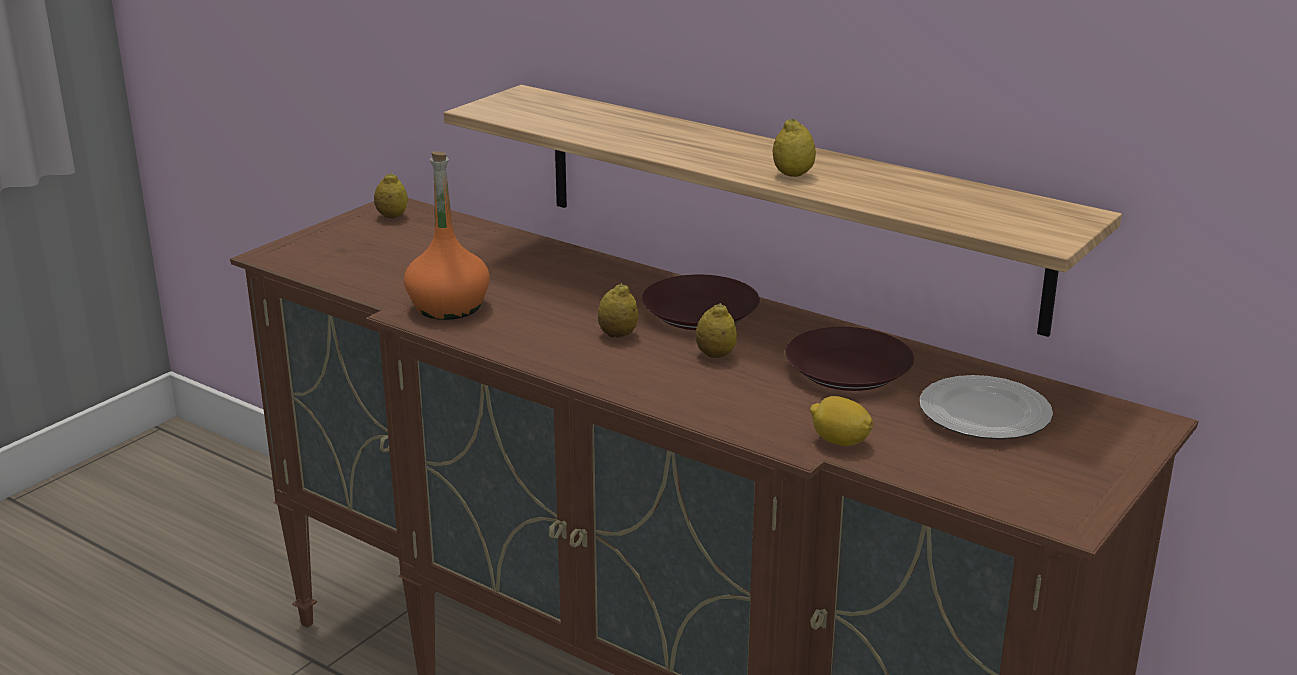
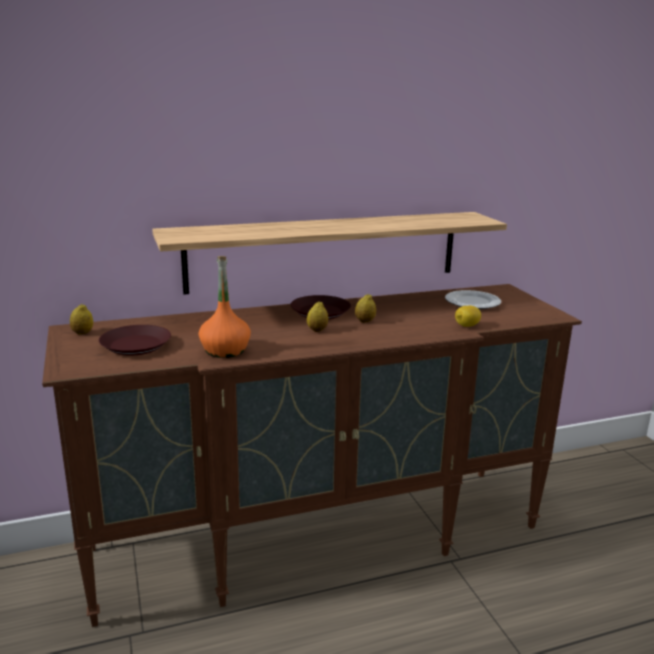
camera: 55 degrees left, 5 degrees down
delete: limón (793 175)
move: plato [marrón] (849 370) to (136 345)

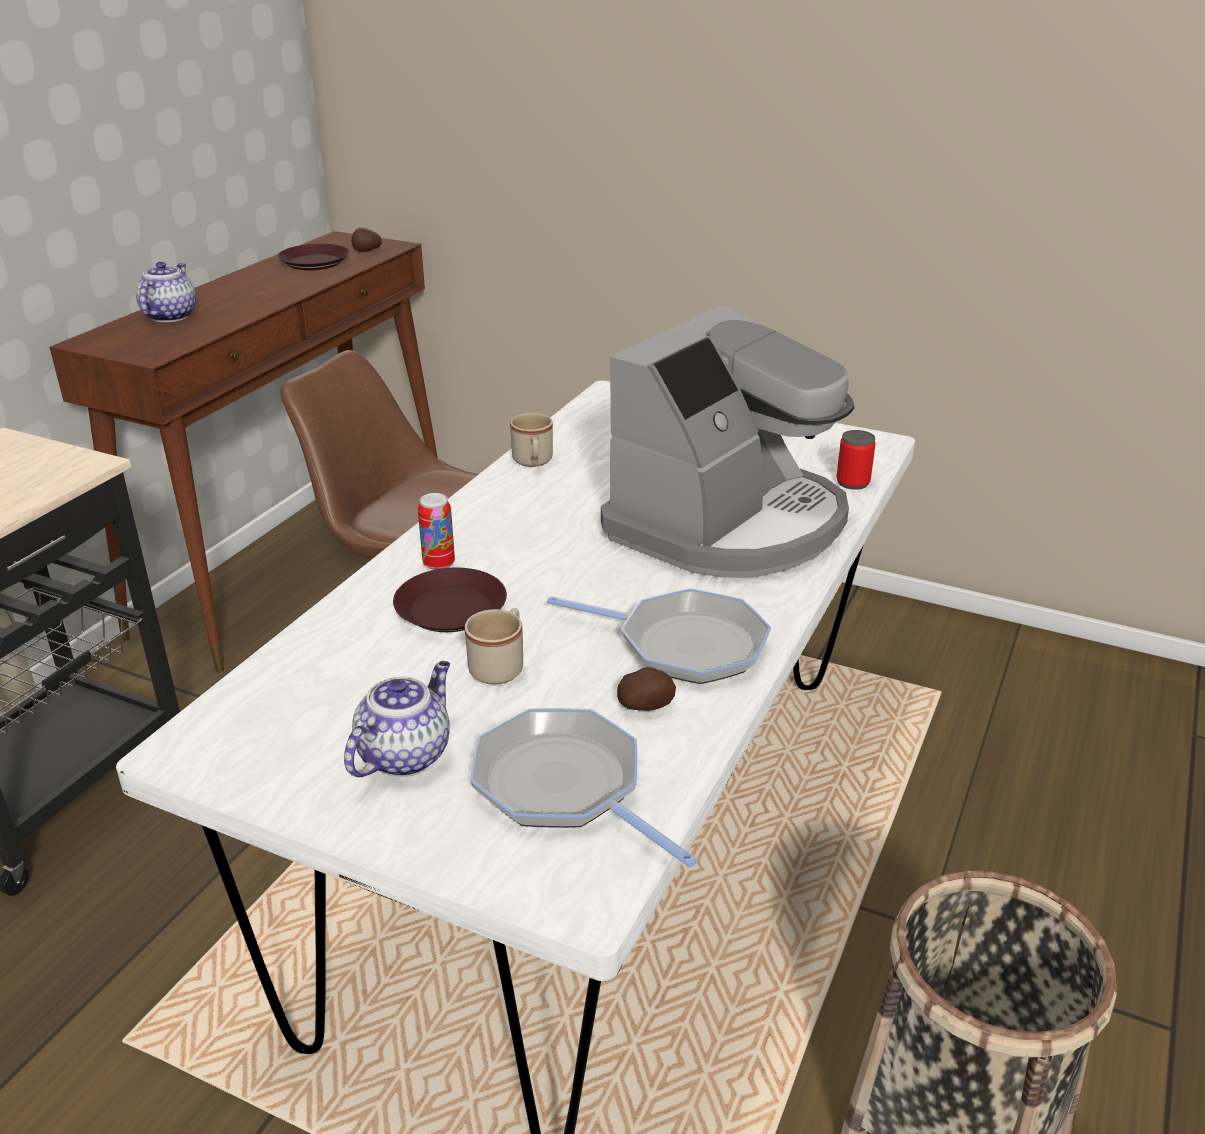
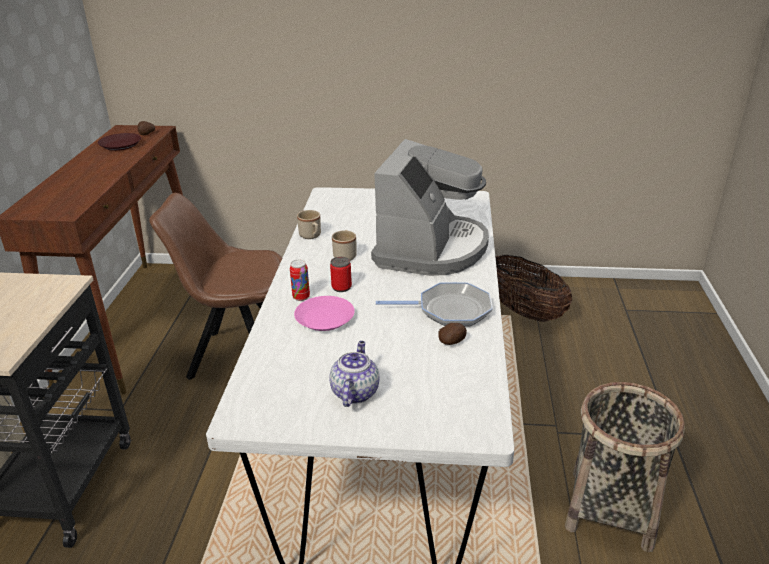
camera: 20 degrees left, 0 degrees up
delete: tetera (170 316); sartén (564 786)
insert: cesta (524 311)
move: taza grande [beis] (500 666) to (345 255); lata (852 482) to (341 287)
recolor: plato [marrón] (450 609) to plato [rosa] (324 318)

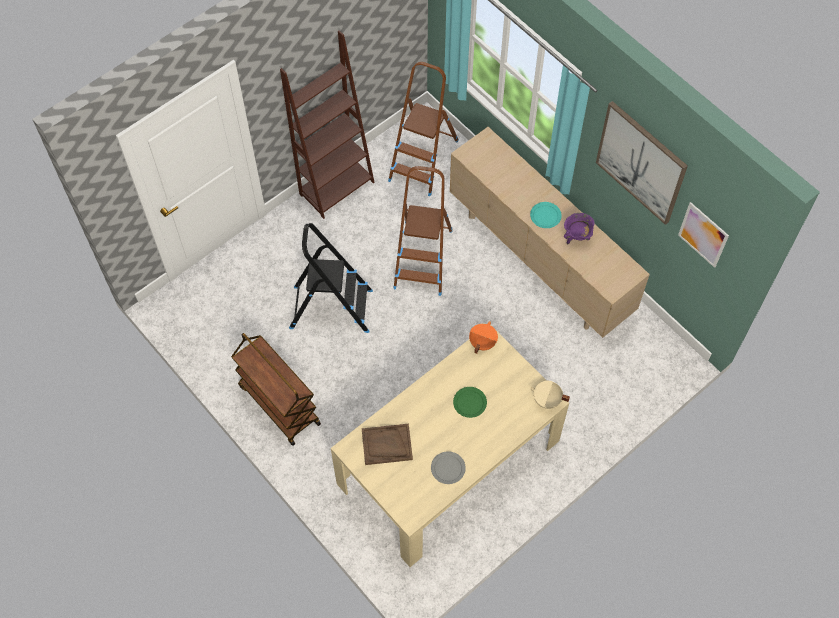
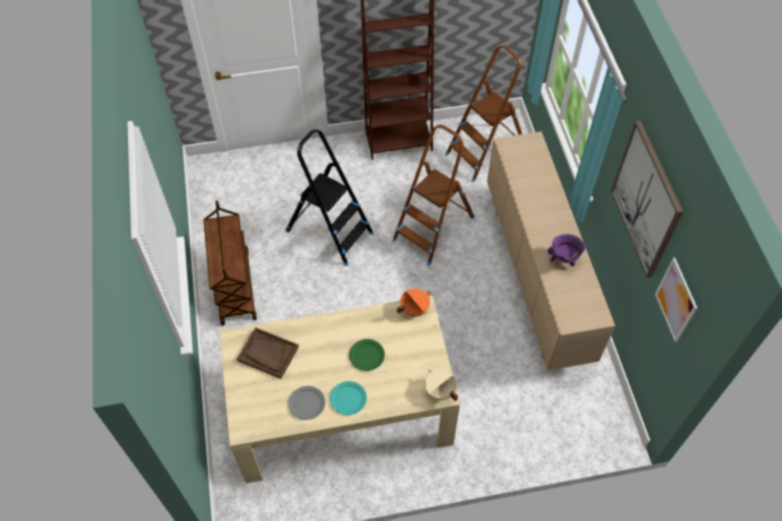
camera: 30 degrees right, 5 degrees down
move: plato [turquesa] (545 216) to (348 398)

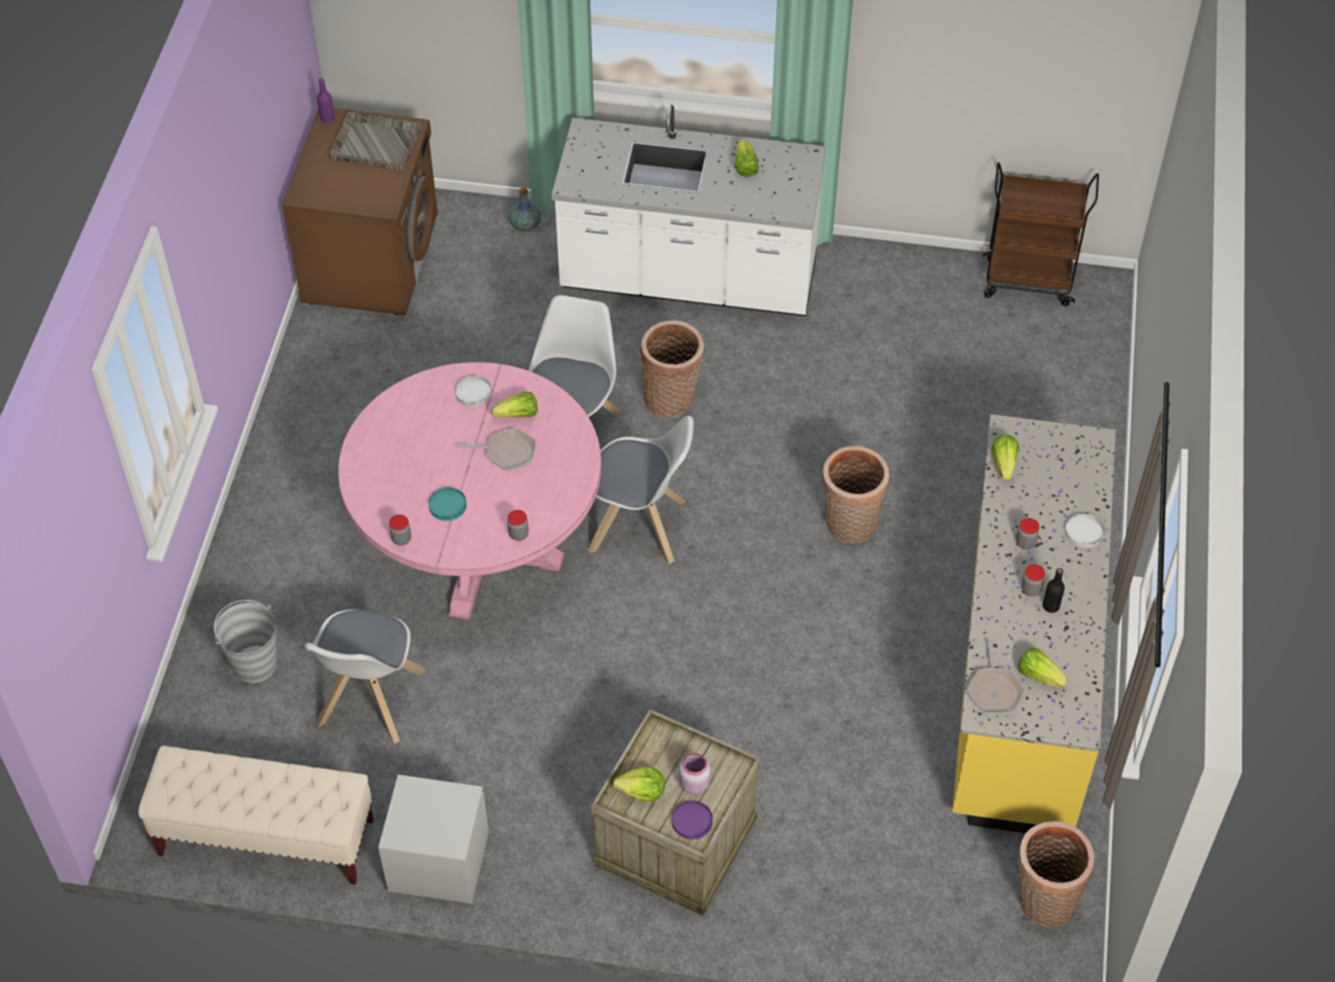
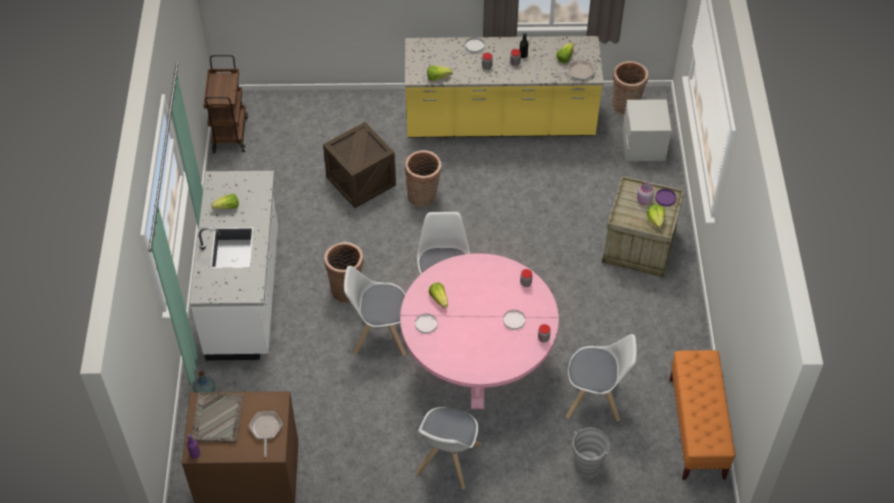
camera: 100 degrees left, 0 degrees up
insert: caja de embalaje (361 181); silla (447 461)
move: mesita de noche [blanco] (438 864) to (644 146); sartén (506 453) to (266 430)
recolor: banco [beis] (266 837) to banco [naranja] (696 428); plato [turquesa] (447 506) to plato [blanco] (514 320)

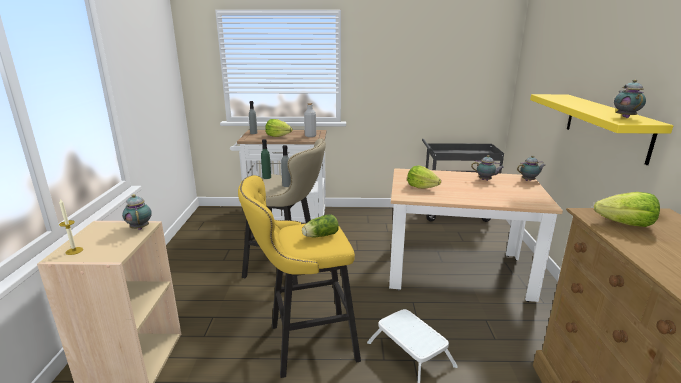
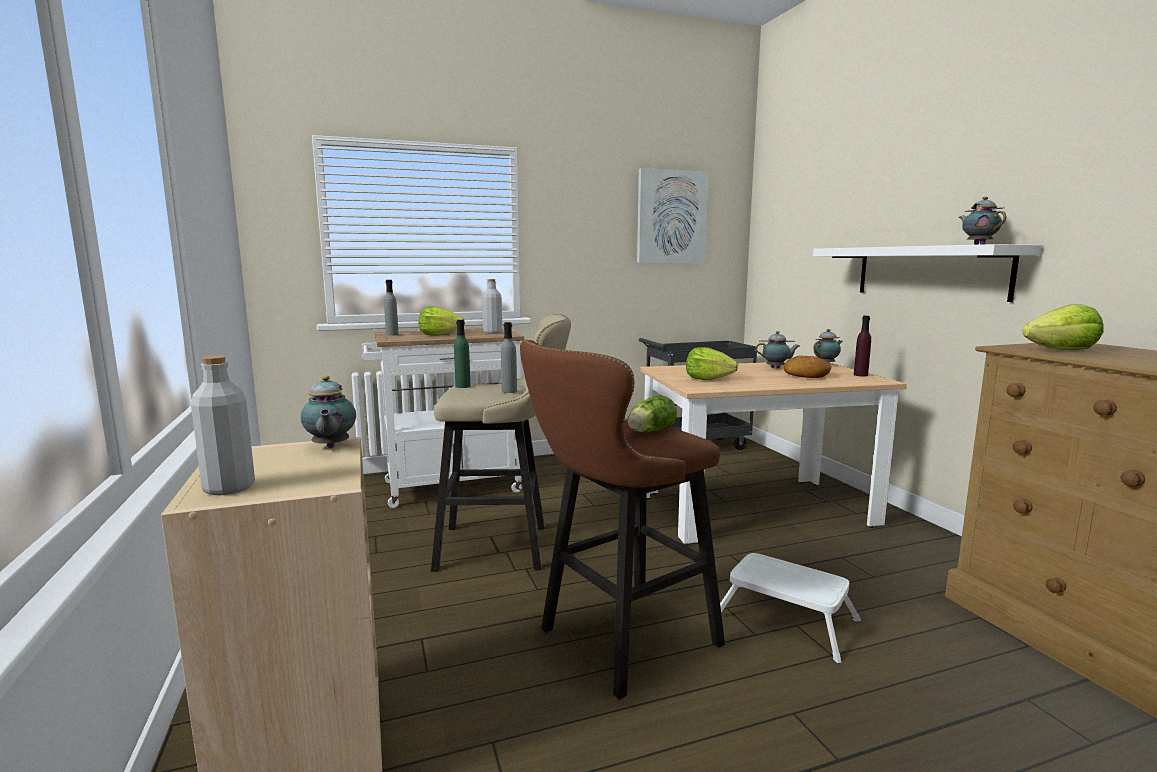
camera: 20 degrees left, 10 degrees down
insert: cuadro (671 217); pan (806 375); botella [morado] (860 375)
replace: vela (74 251) to botella [gris] (229 488)
recolor: taburete [amarillo] (301 345) to taburete [marrón] (614 644); estante [amarillo] (606 125) to estante [blanco] (929 272)
rotate: tetera (140 227) = (330 447) 150 degrees counterclockwise

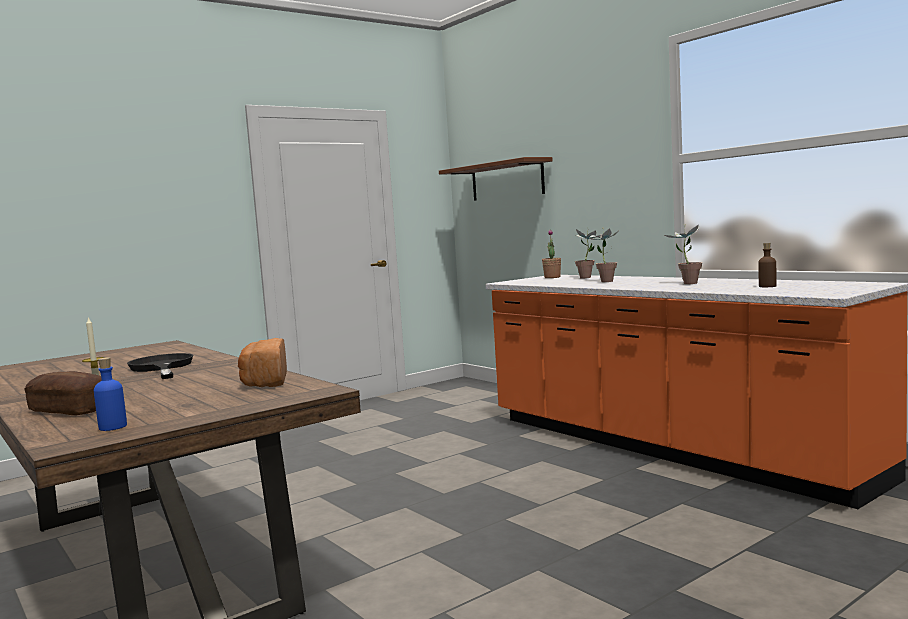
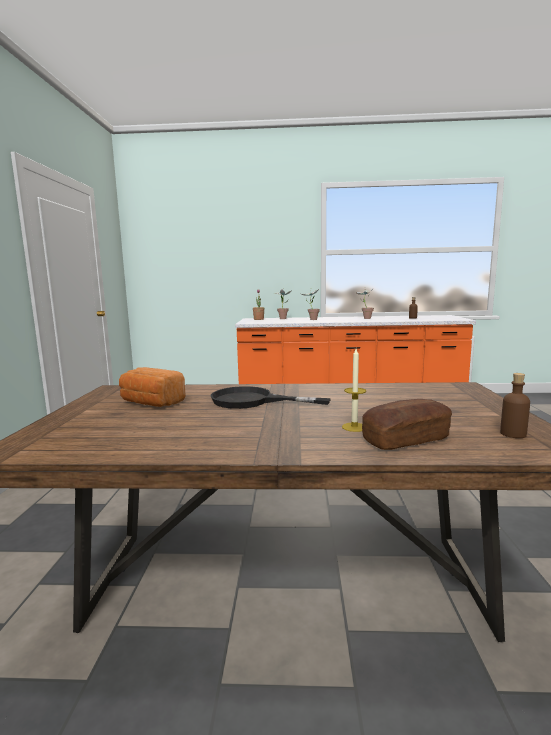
camera: 50 degrees left, 5 degrees up
delete: estante [marrón] (507 180)
move: pan (264 381) to (151 403)
recolor: botella [azul] (112 427) to botella [marrón] (513 434)

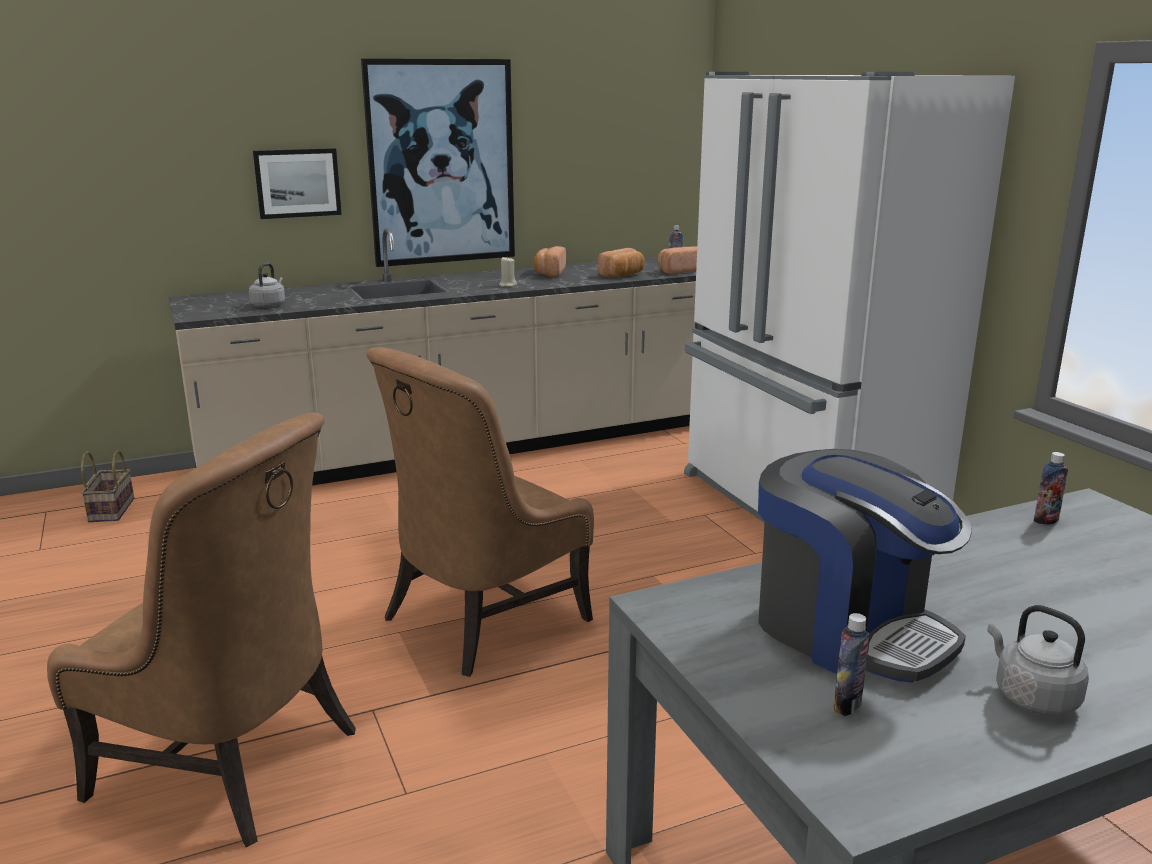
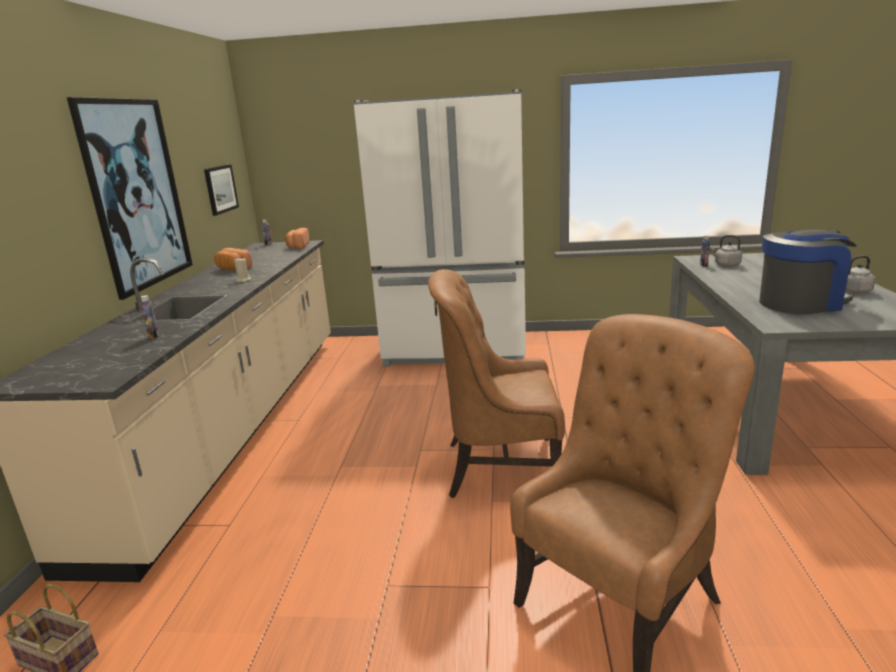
camera: 60 degrees left, 0 degrees up
delete: pan (623 275)
move: hervidor [gris] (269 305) to (725 265); cuadro (297 183) to (220 189); botella (847 705) to (154 336)
rotate: silla [marrón] (483 619) = (500 466) 105 degrees clockwise

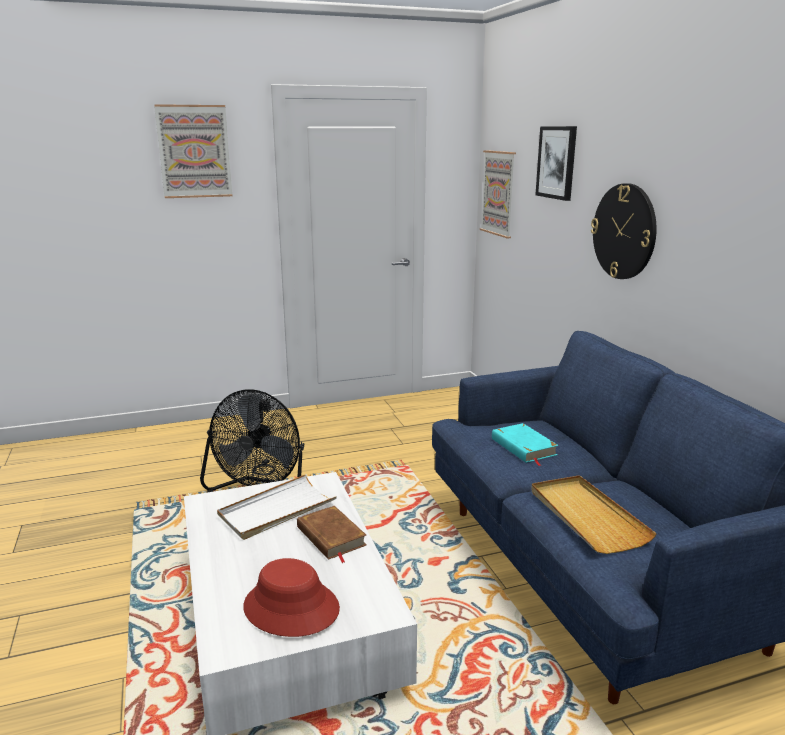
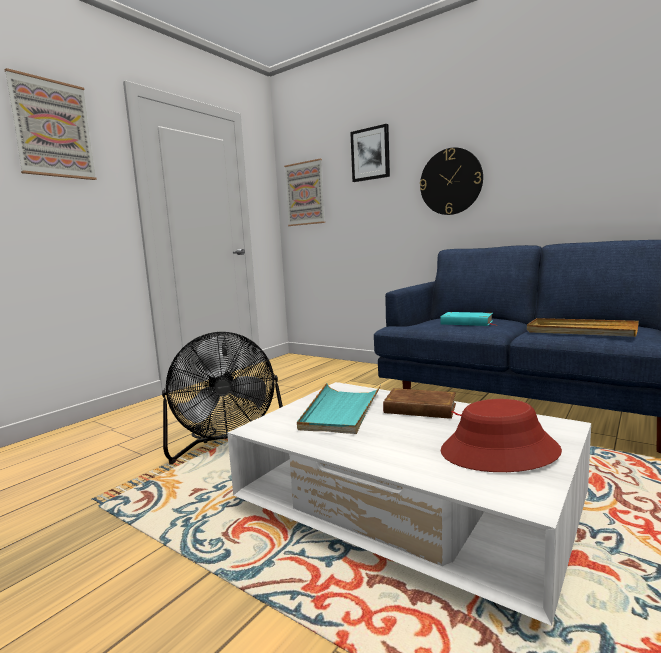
camera: 35 degrees left, 10 degrees down
recolor: bandeja [blanco] (277 510) to bandeja [turquesa] (341 411)

